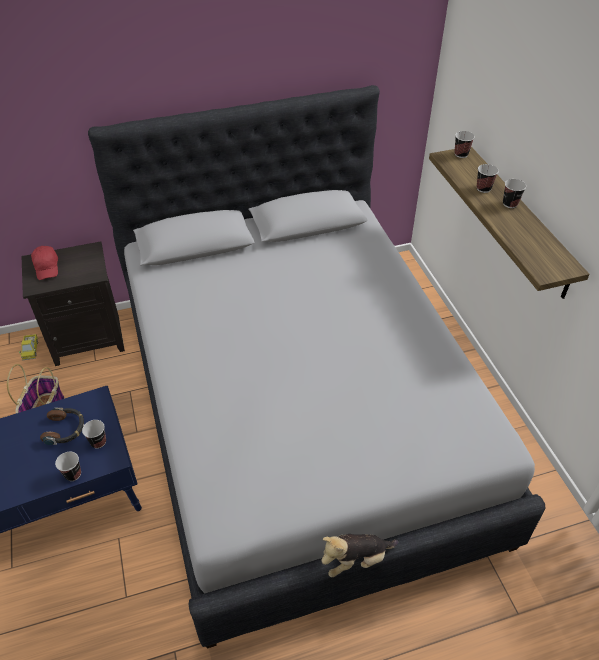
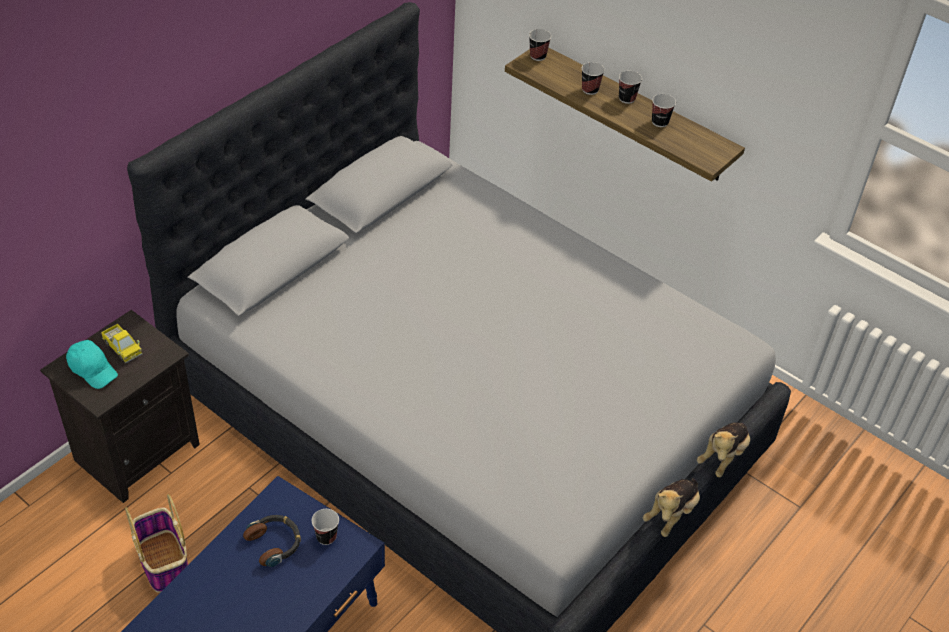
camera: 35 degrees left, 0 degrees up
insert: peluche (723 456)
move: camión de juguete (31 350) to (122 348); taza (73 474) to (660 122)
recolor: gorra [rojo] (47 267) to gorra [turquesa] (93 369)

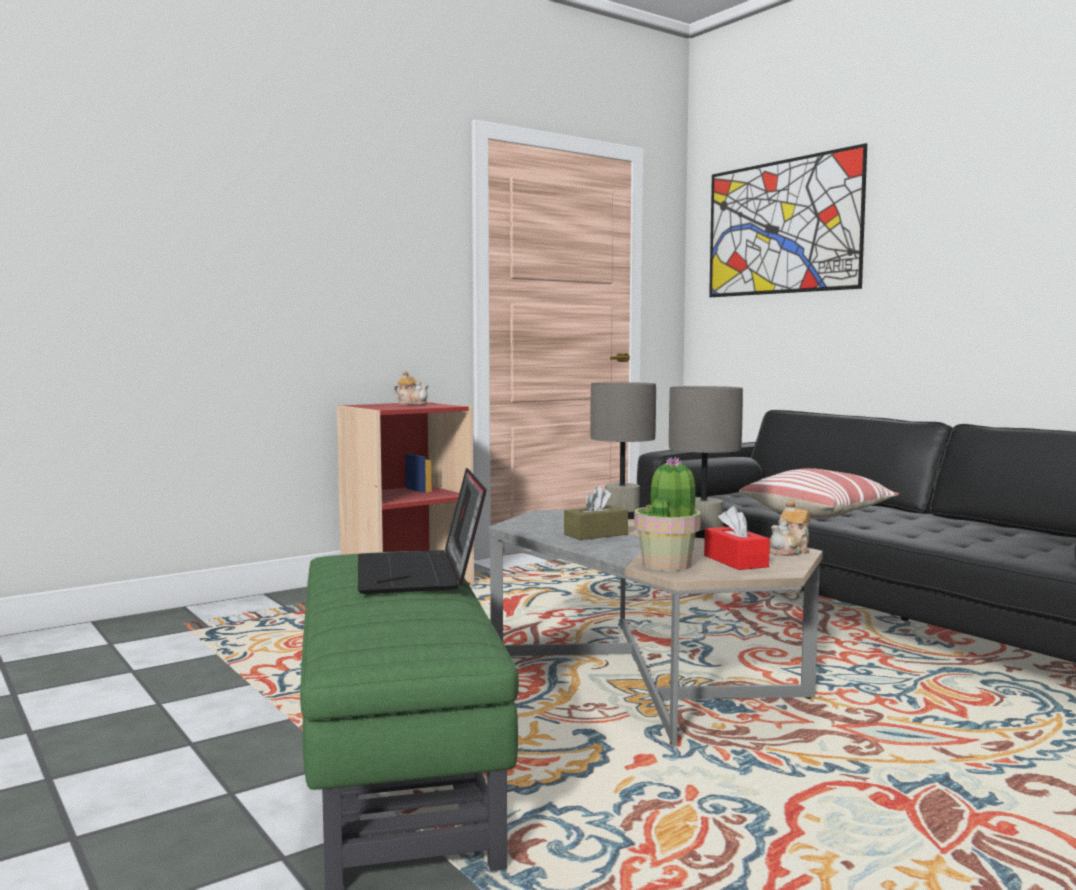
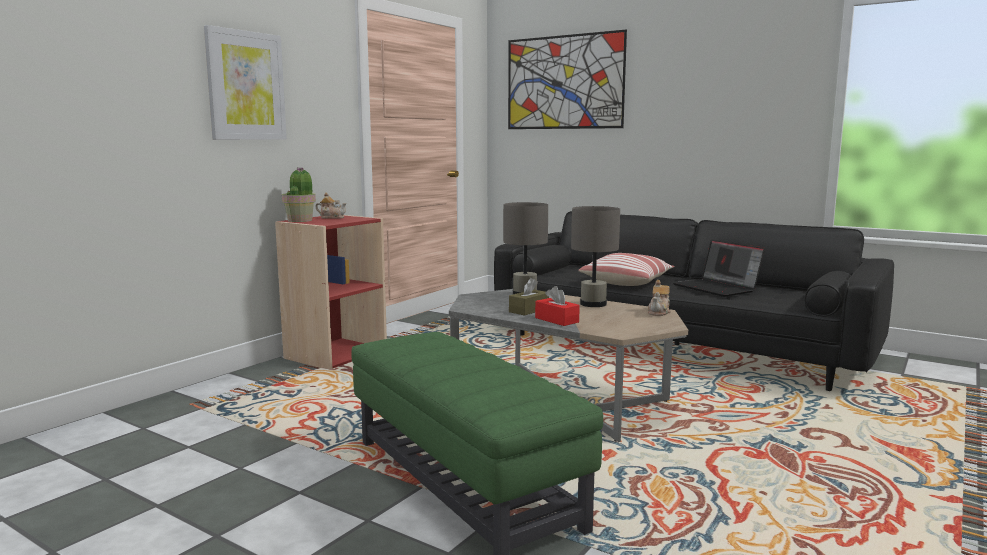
camera: 20 degrees left, 5 degrees up
insert: cuadro (246 86)
move: portátil (421 574) to (717 288); planta en maceta (667 565) to (300 220); caja de pañuelos [rojo] (735 561) to (556 320)

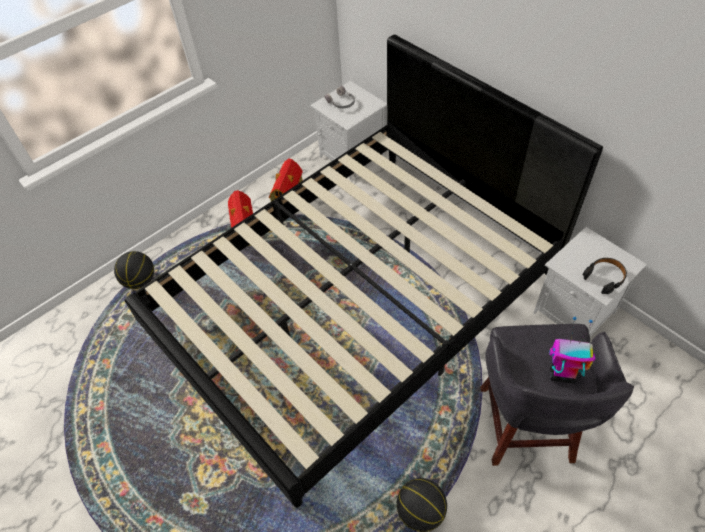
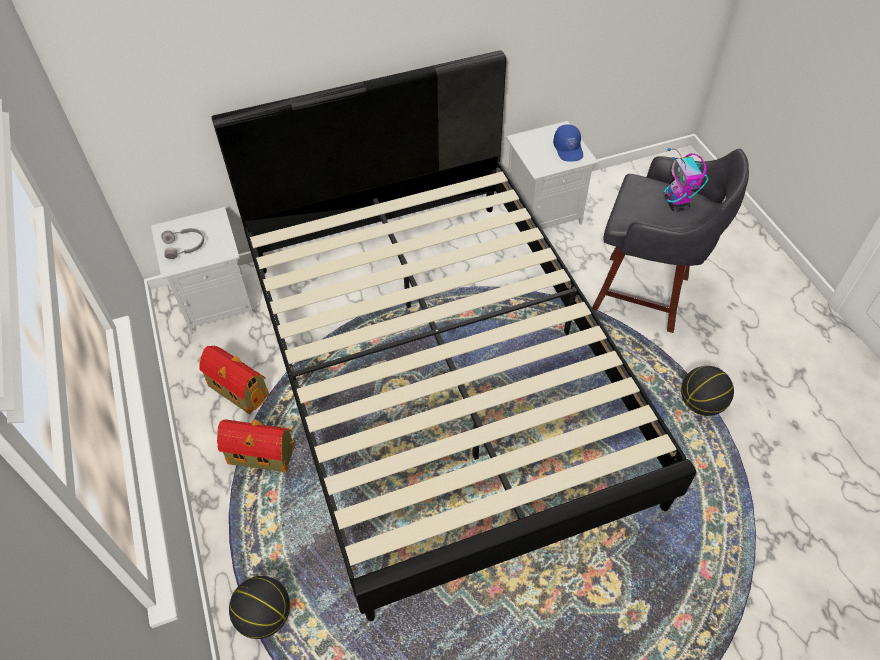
camera: 70 degrees left, 0 degrees up
replace: auriculares [negro] (604 277) to gorra [azul] (568 149)
rotate: robot de juguete (561 374) = (676 204) 45 degrees counterclockwise

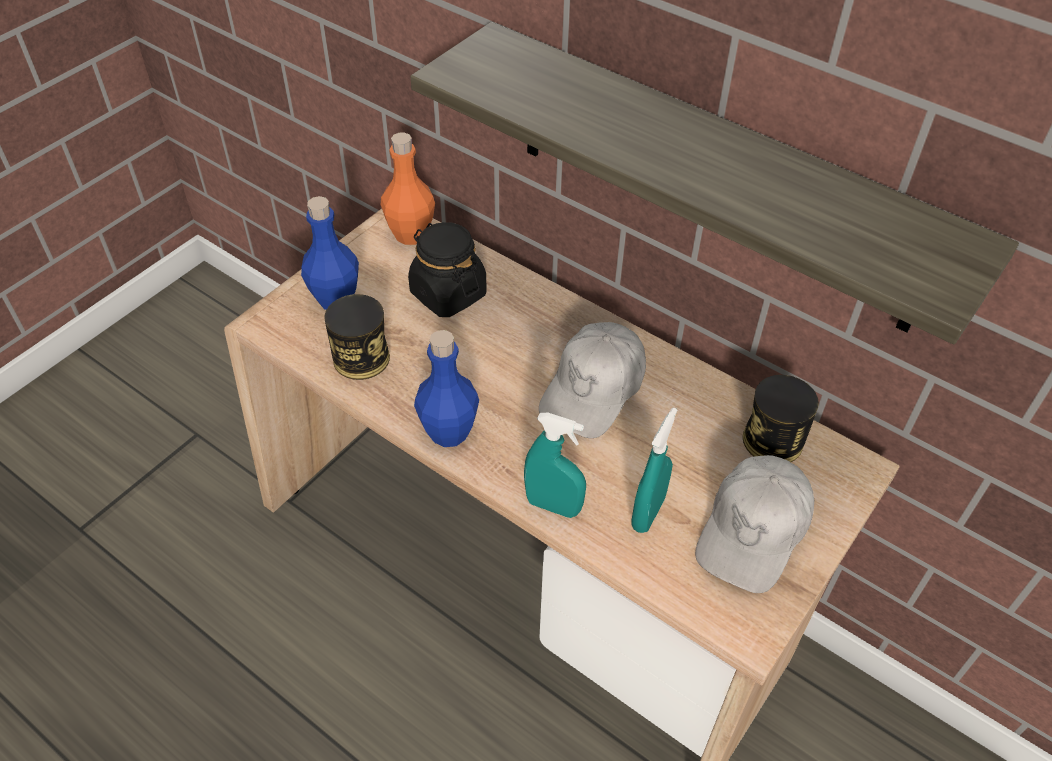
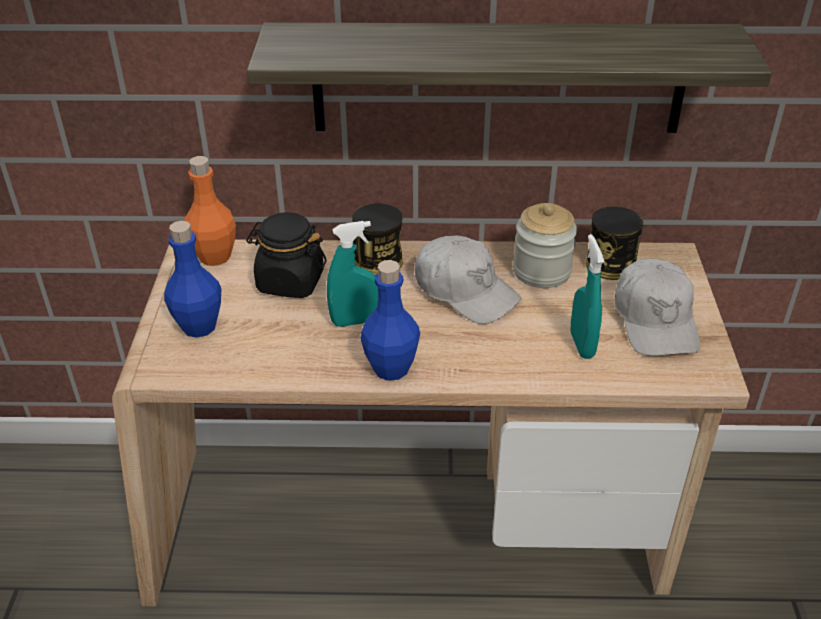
camera: 35 degrees left, 10 degrees down
insert: tarro (541 271)
move: lata (361 358) to (378 261); pulverizador [turquesa] (553 506) to (355 321)
rotate: gorra [blanco] (594 389) = (465 291) 45 degrees counterclockwise

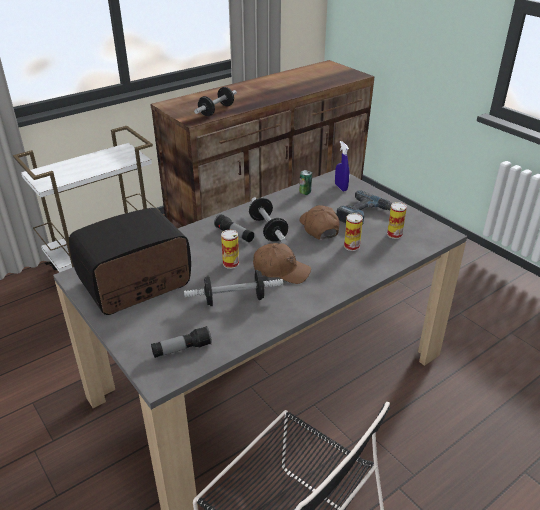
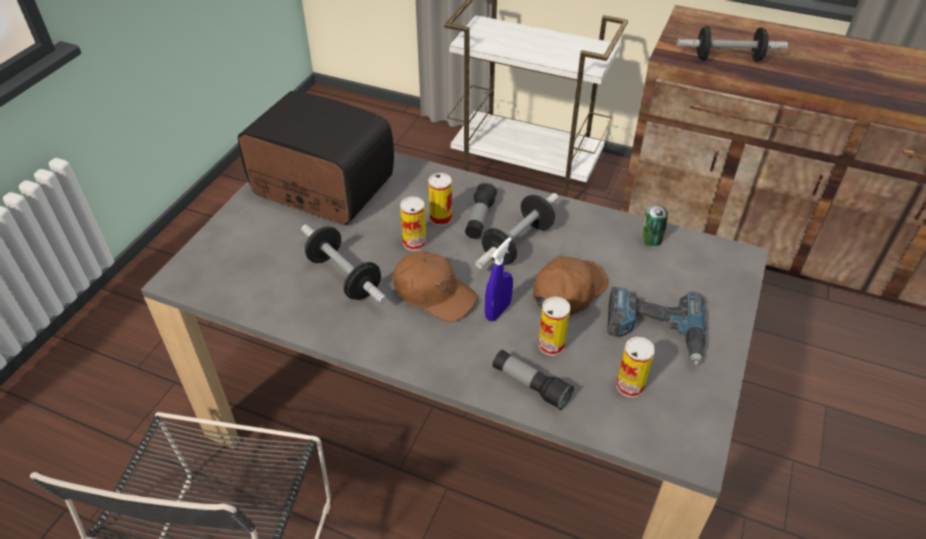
camera: 60 degrees right, 10 degrees up
insert: lata (441 218)
move: linterna (182 349) to (530 385); pulverizador [azul] (341 187) to (498 311)
rotate: gorra [marrón] (281 270) = (434 294) 45 degrees counterclockwise

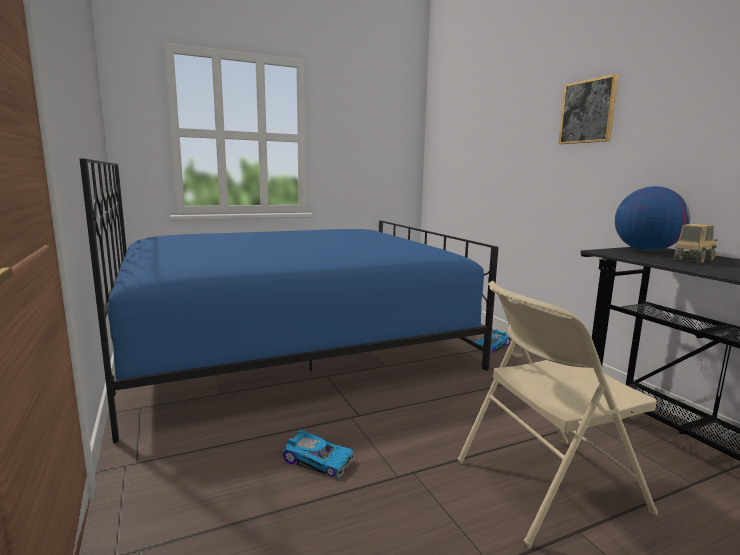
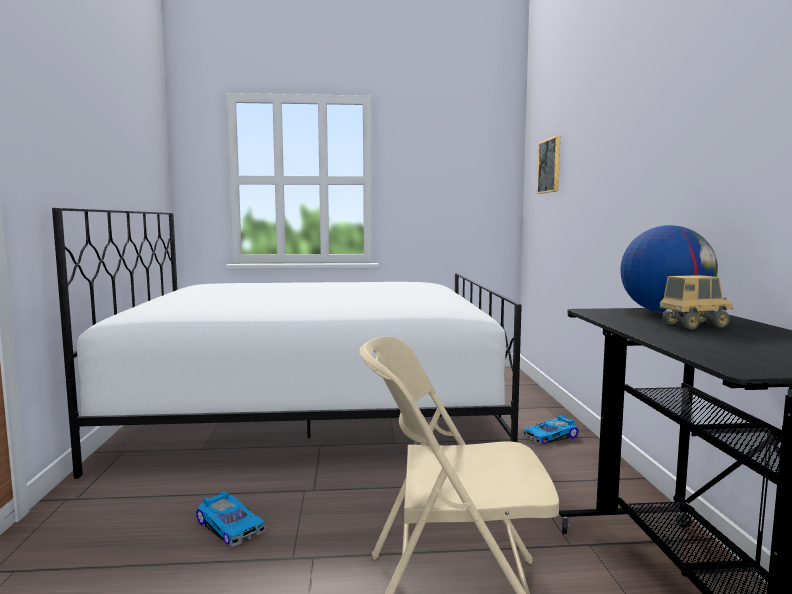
camera: 20 degrees right, 5 degrees down
move: cuadro (587 111) to (549 166)
recolor: cama [azul] (292 349) to cama [blanco] (311 413)

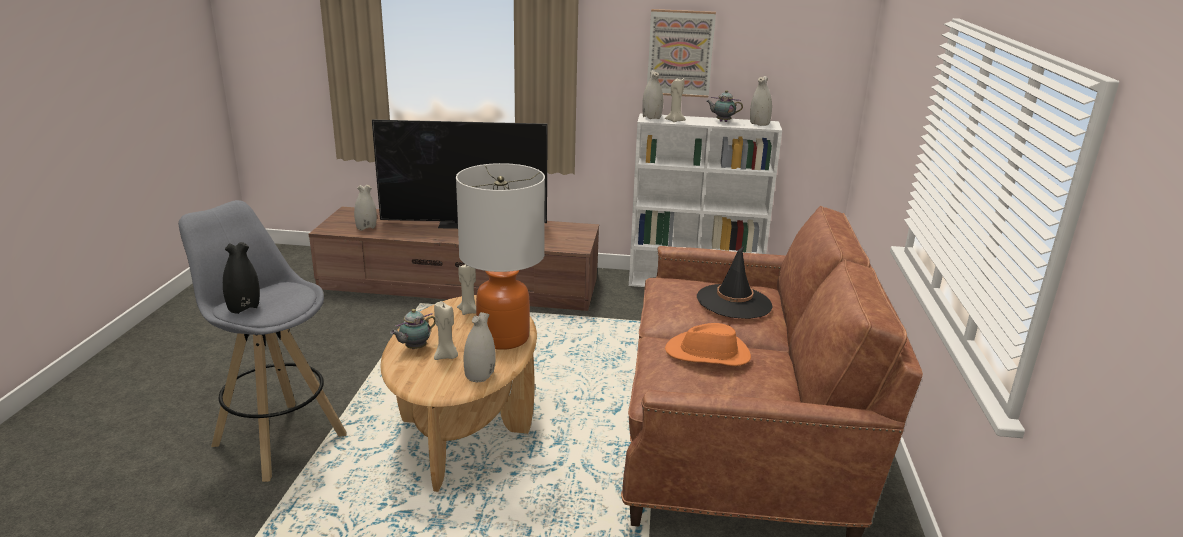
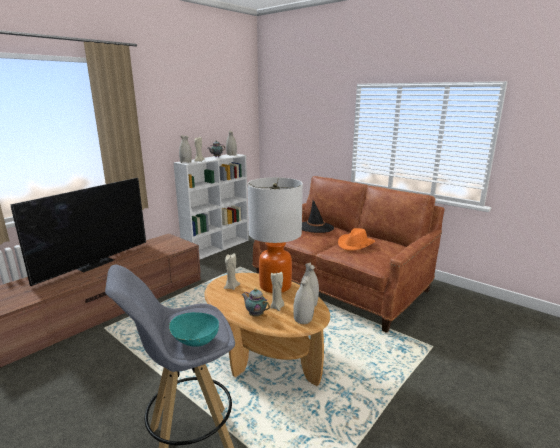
camera: 55 degrees left, 5 degrees down
delete: cuadro (680 53)
move: florero [blanco] (366 228) to (303 319)
replace: florero [negro] (244 307) to cuenco [turquesa] (194 341)
rotate: tetera (414 348) = (255 315) 135 degrees clockwise

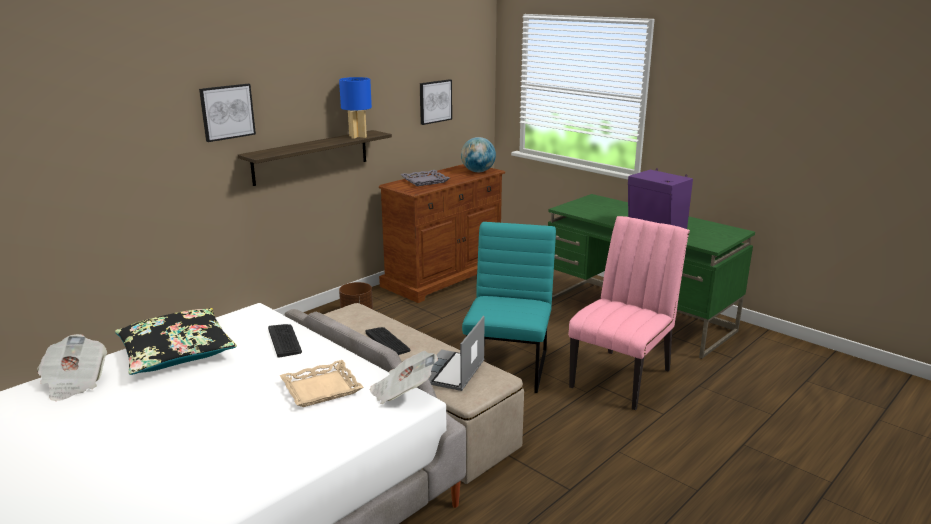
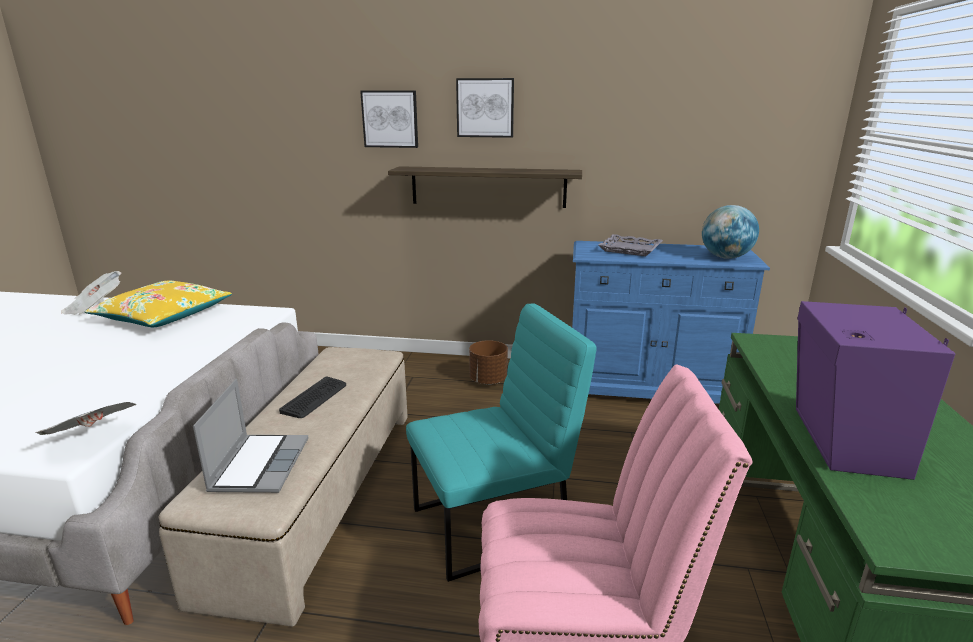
camera: 55 degrees right, 0 degrees up
delete: teclado (284 340); bandeja [beis] (321 388); lámpara de mesa [azul] (358 136)
move: cuadro (435 101) to (485 108)
recolor: cojín [negro] (176 352) to cojín [amarillo] (164 316); cómoda [marrón] (445 275) to cómoda [azul] (650 385)
rotate: portátil (452 372) = (259 464) 105 degrees clockwise

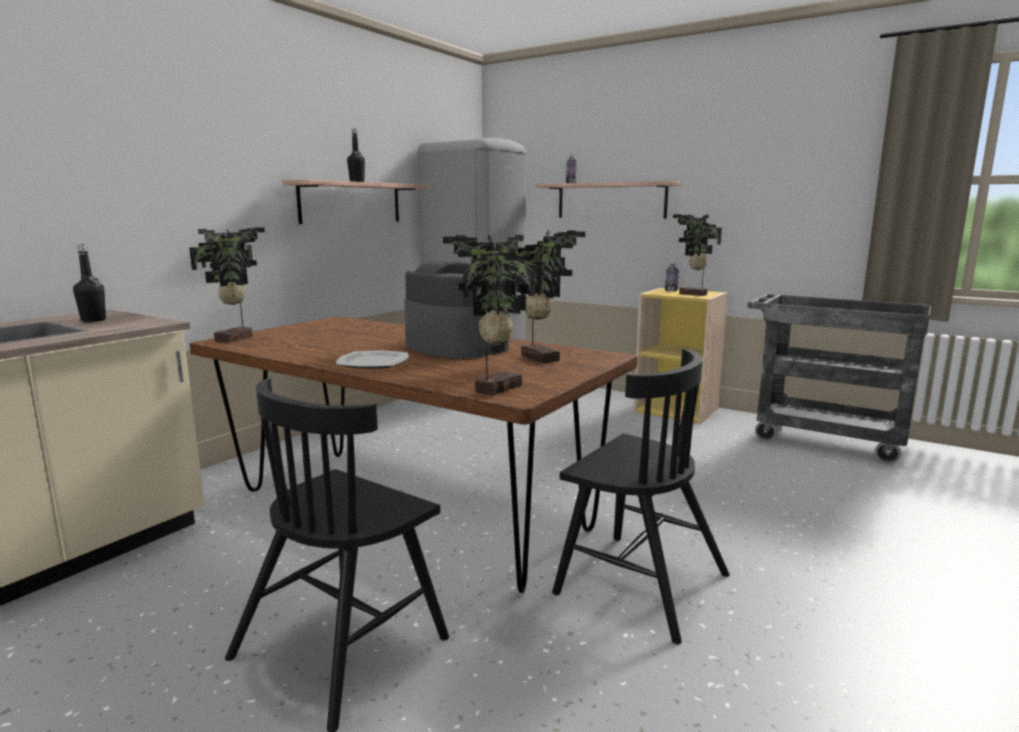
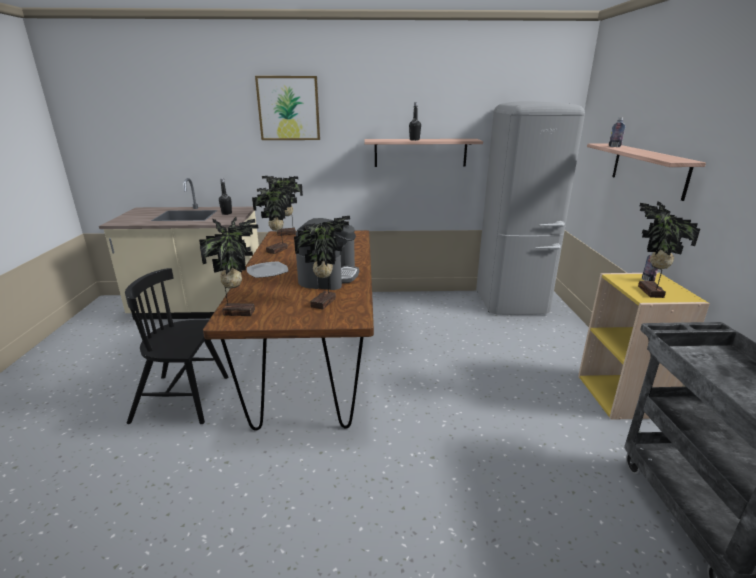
camera: 55 degrees right, 10 degrees up
delete: silla [negro] (633 580)
insert: planta en maceta (278 250); cuadro (288 108)

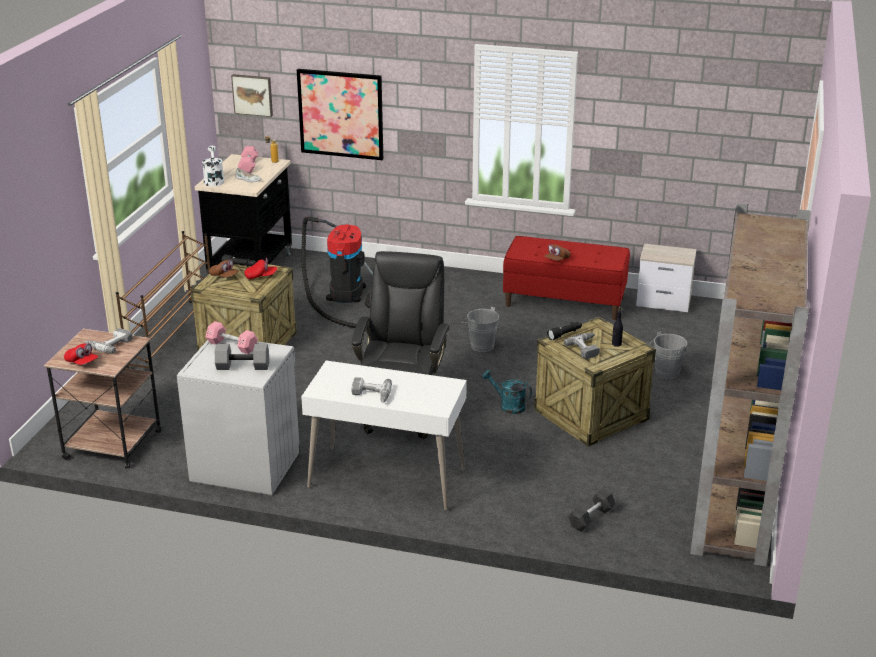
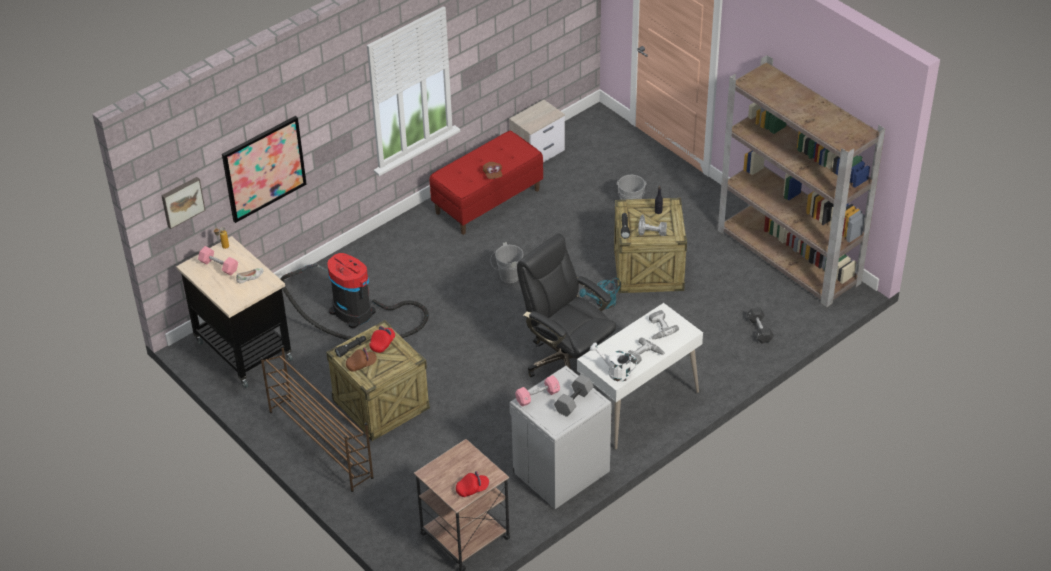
camera: 55 degrees left, 15 degrees up
move: taladro (109 344) to (658 328); regadera [blanco] (213 180) to (615 372)

